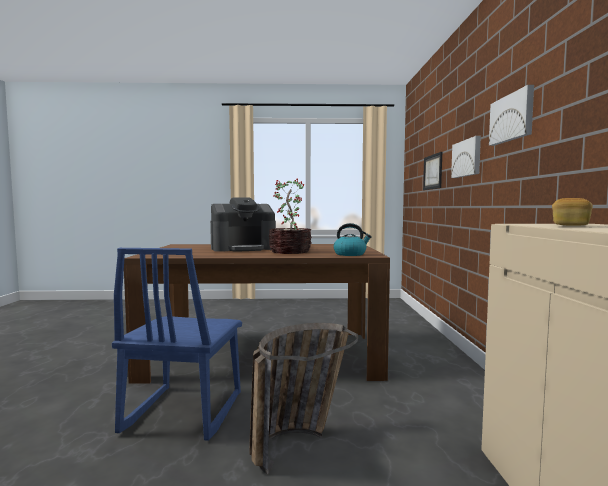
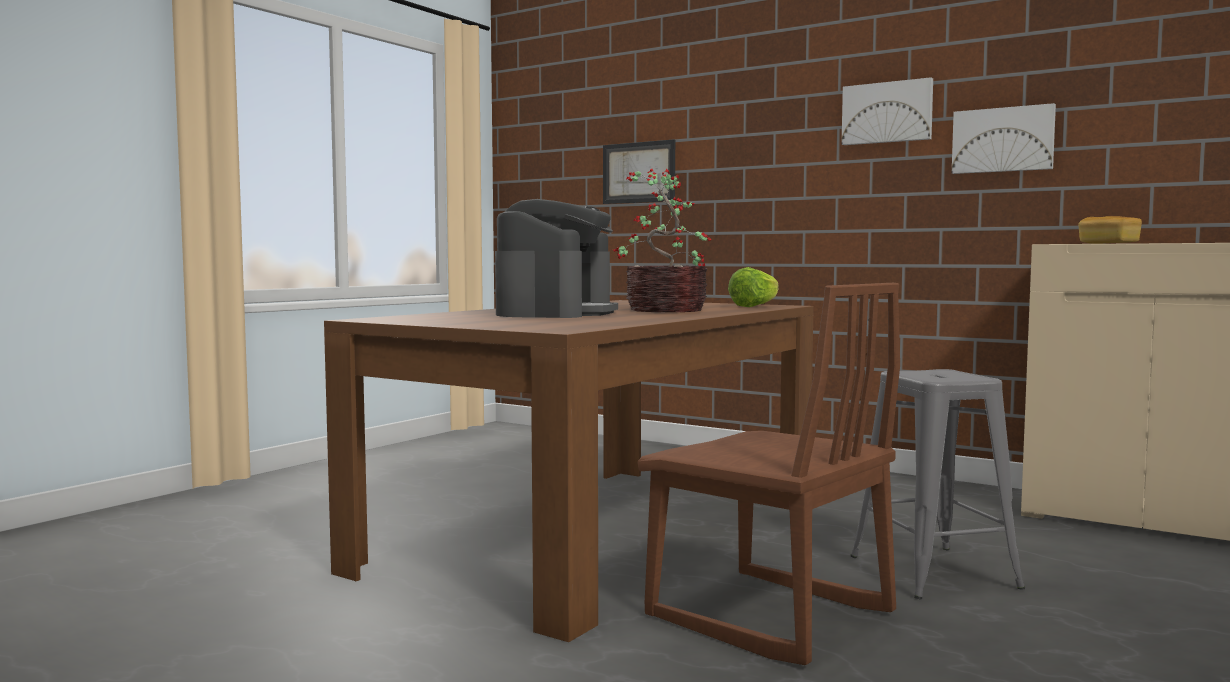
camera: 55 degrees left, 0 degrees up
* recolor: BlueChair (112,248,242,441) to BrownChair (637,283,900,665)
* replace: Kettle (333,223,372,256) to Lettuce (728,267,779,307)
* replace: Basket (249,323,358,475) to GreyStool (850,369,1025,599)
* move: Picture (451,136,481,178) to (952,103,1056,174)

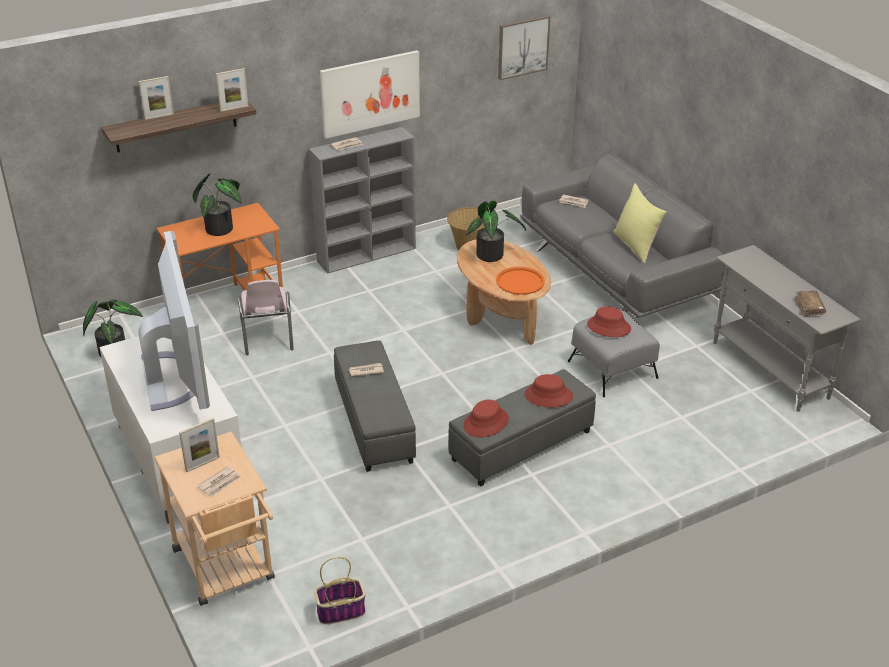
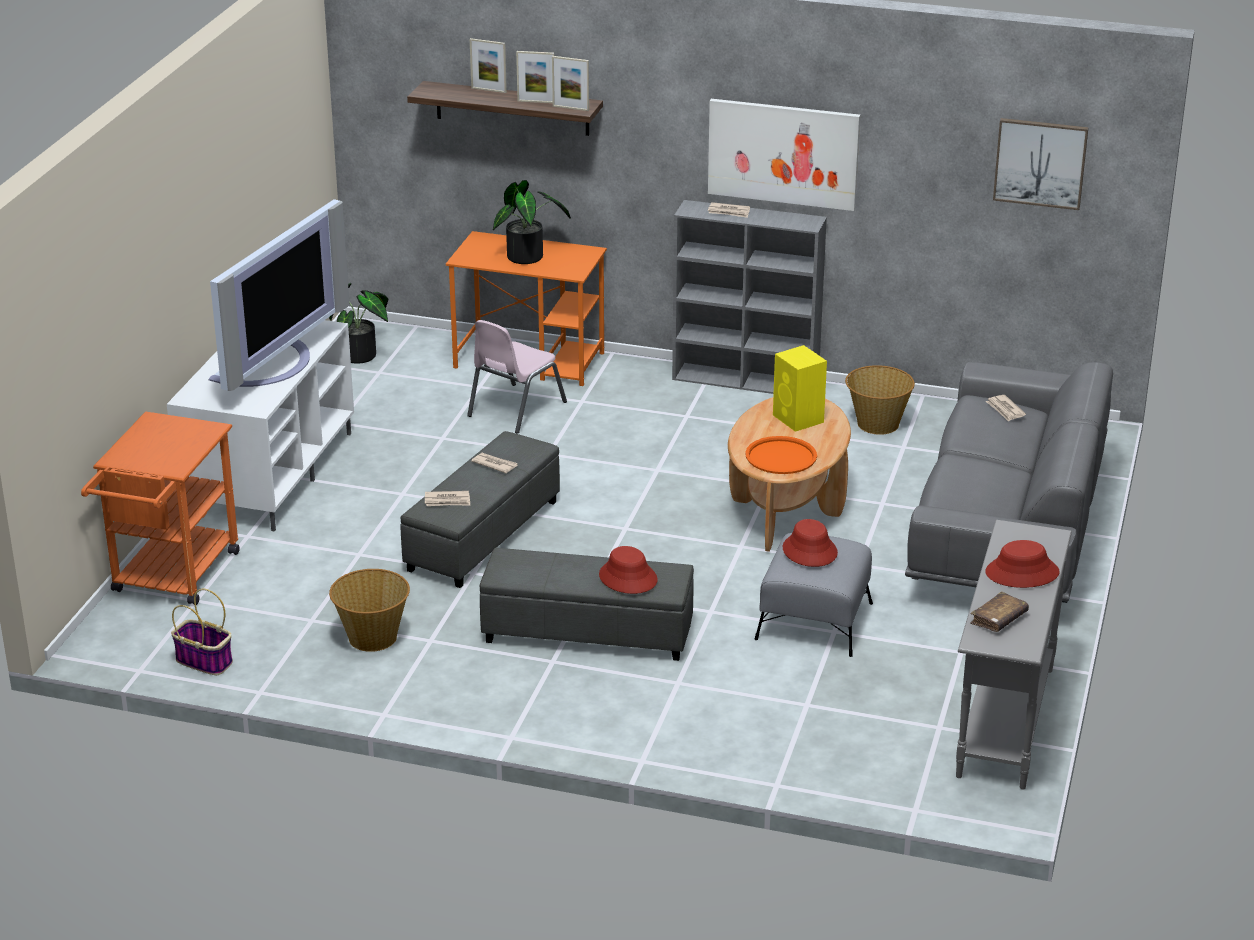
camera: 45 degrees right, 5 degrees down
* recolor: BeigeCart (154,432,275,606) to OrangeCart (81,411,240,605)
* insert: Basket (329,569,410,652)
* move: Newspaper (197,466,241,496) to (425,491,470,506)
* move: PictureFrame (179,418,220,472) to (516,51,554,103)
* replace: PottedPlant (466,200,526,262) to YellowSpeaker (773,345,827,432)
* move: RedHat (463,400,509,437) to (986,540,1059,588)
* delete: YellowPillow (613,183,667,263)

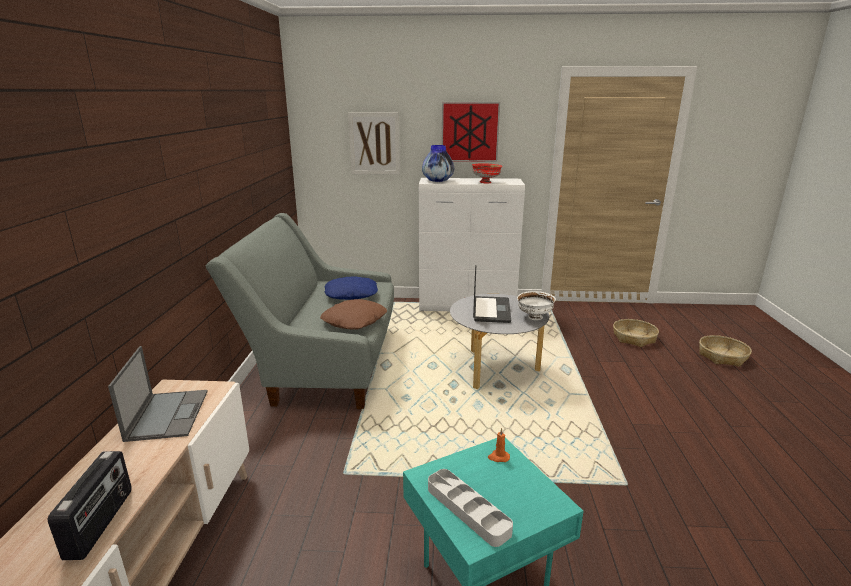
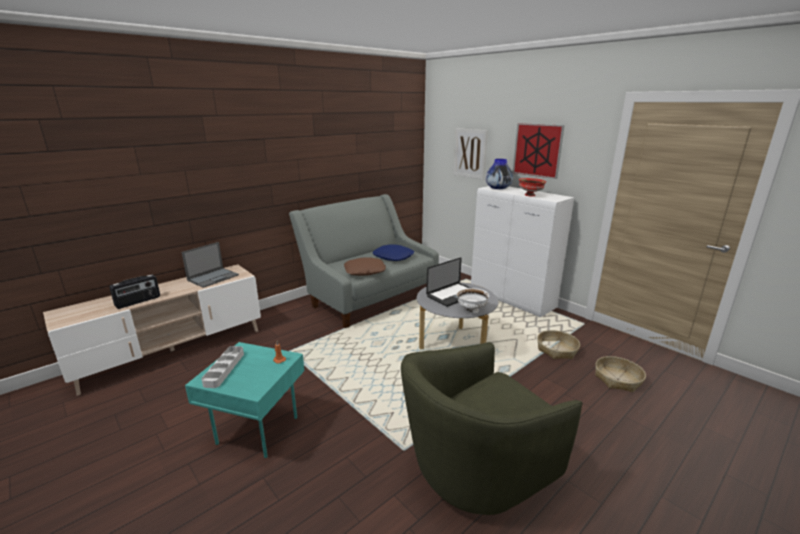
camera: 45 degrees right, 0 degrees up
* insert: GreenArmchair (401,342,582,515)
* move: Basket (699,335,752,367) to (537,330,580,359)

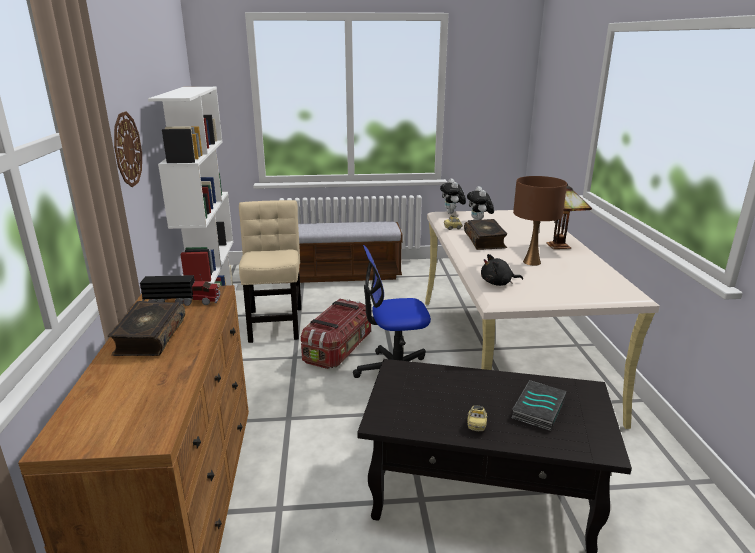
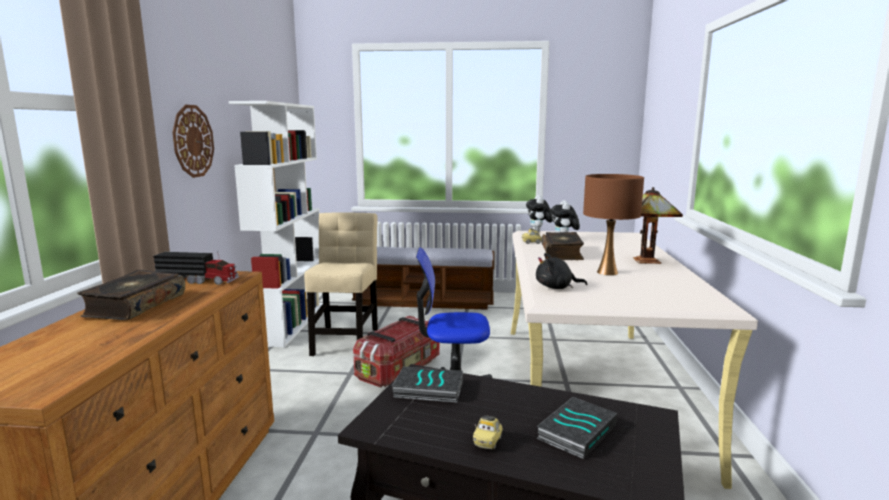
camera: 10 degrees right, 10 degrees down
* insert: Book (391,367,463,403)

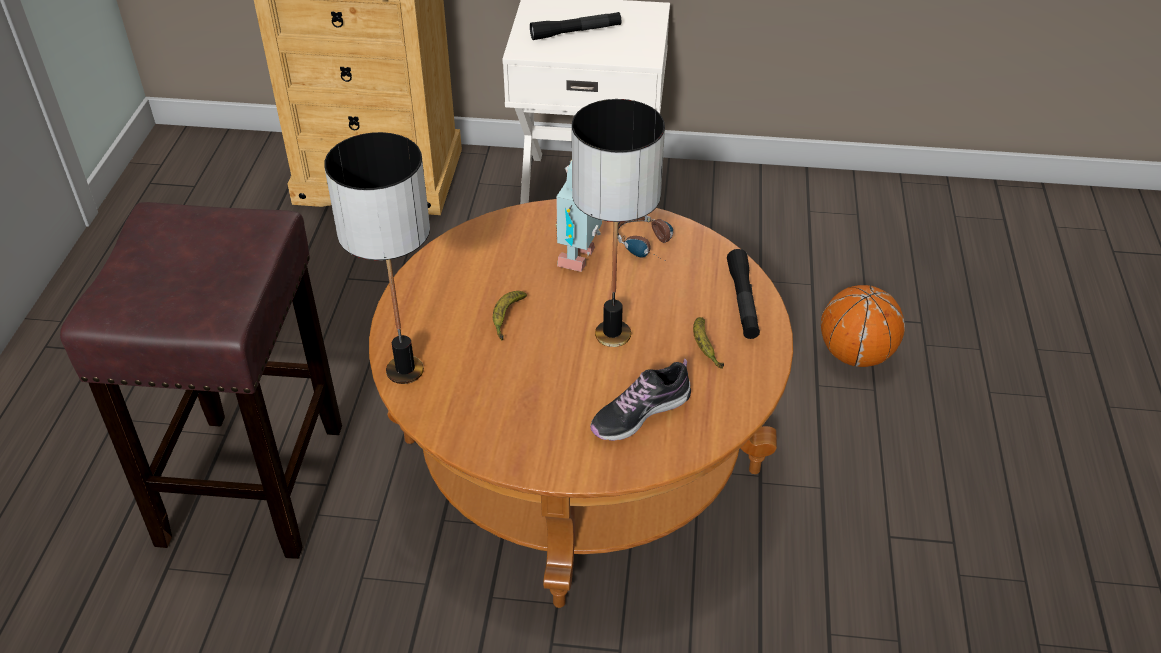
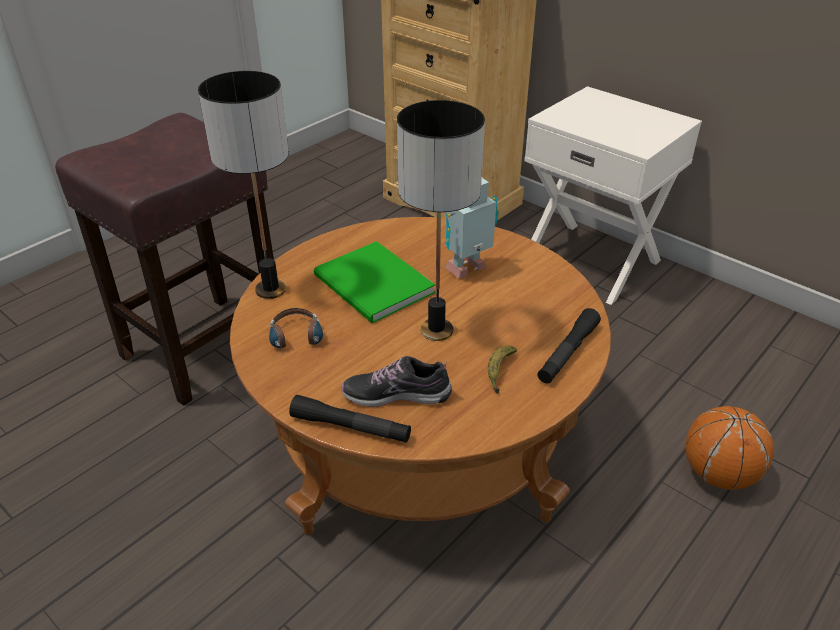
camera: 35 degrees right, 5 degrees down
* move: Headphones (618,215,673,260) to (269,308,323,359)
* move: BlackFlashlight (530,12,621,40) to (289,395,411,443)
* replace: Banana (493,291,527,341) to GreenBook (314,241,435,323)

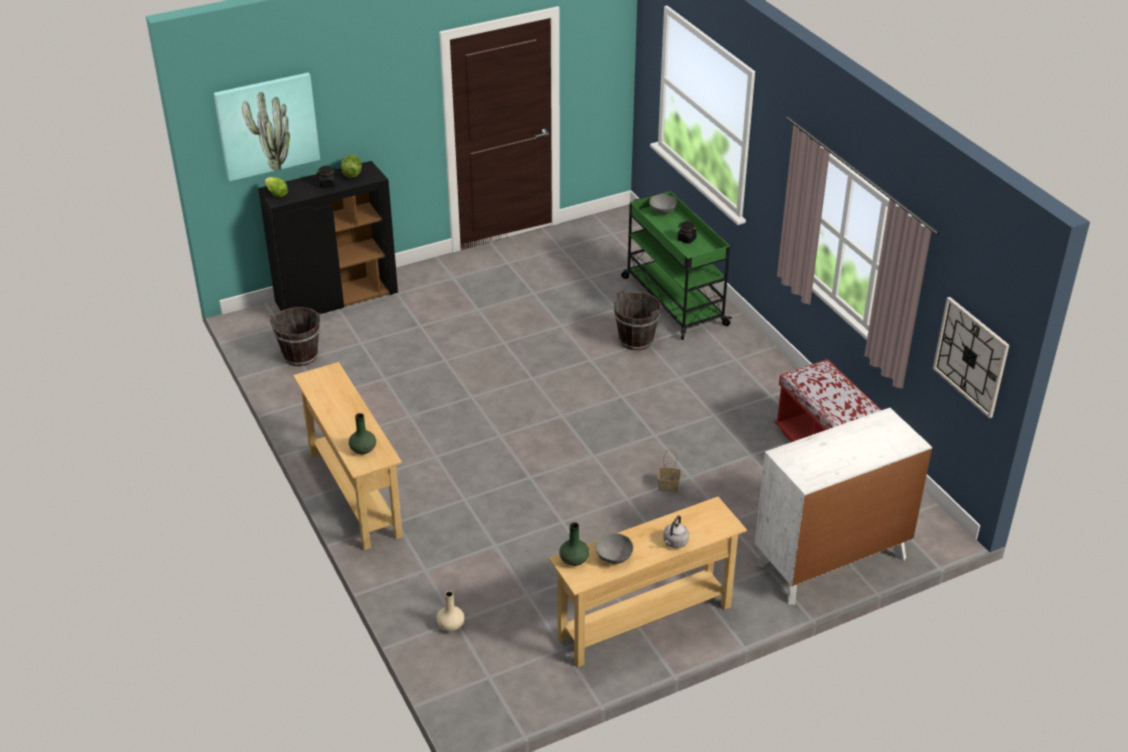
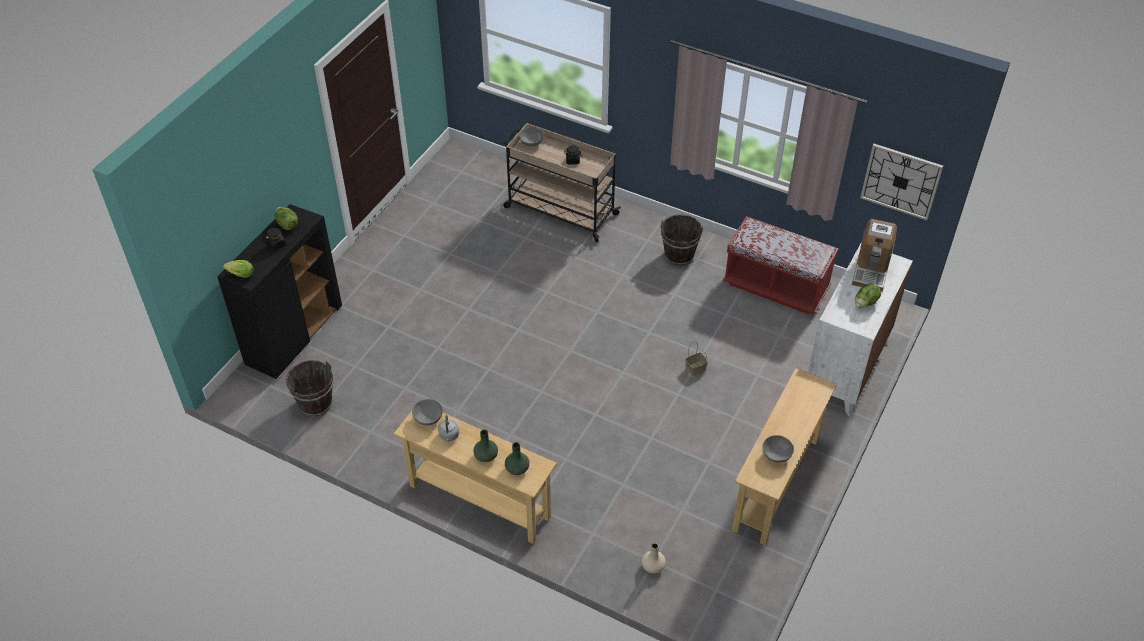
camera: 35 degrees left, 10 degrees up
* insert: GreyBowl (412,399,443,426)
* move: GreyKettle (663,515,689,548) to (438,415,460,441)
* move: GreenVase (559,522,589,566) to (473,430,498,462)
* recolor: GreenCart (621,191,732,340) to BeigeCart (503,123,621,242)
* move: BrownBucket (614,289,661,350) to (660,215,703,266)
* insert: CoffeeMachine (852,219,897,292)
* insert: Lettuce (855,283,881,307)
* delete: Picture (214,73,320,182)

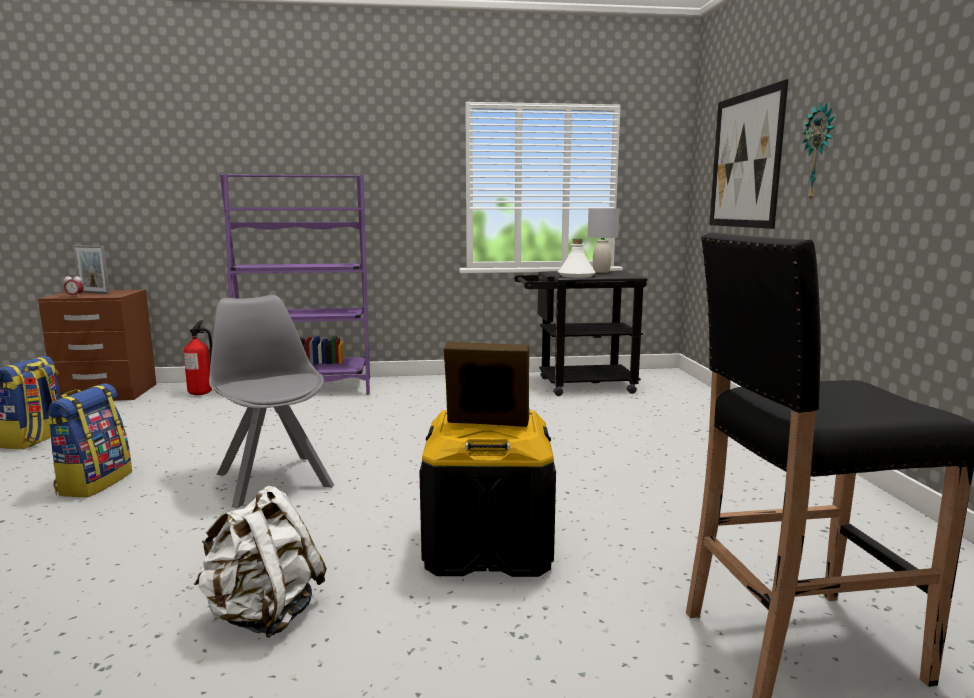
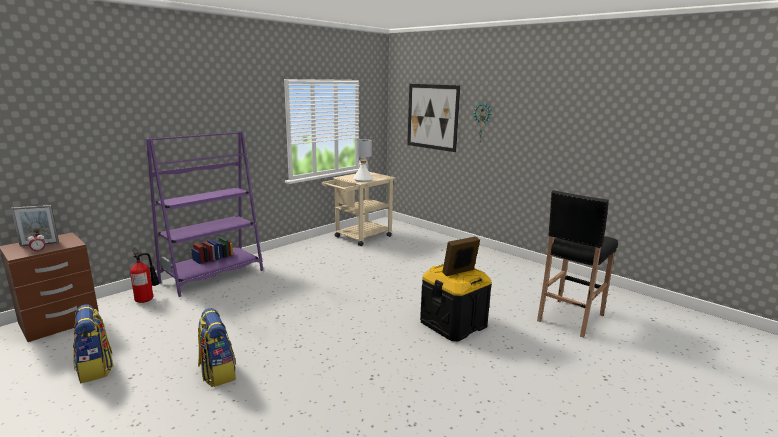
camera: 40 degrees left, 5 degrees up
* recolor: BlackCart (514,271,647,396) to BeigeCart (322,172,395,246)
* delete: WhiteBackpack (194,486,327,638)
* delete: GreyChair (209,295,334,508)

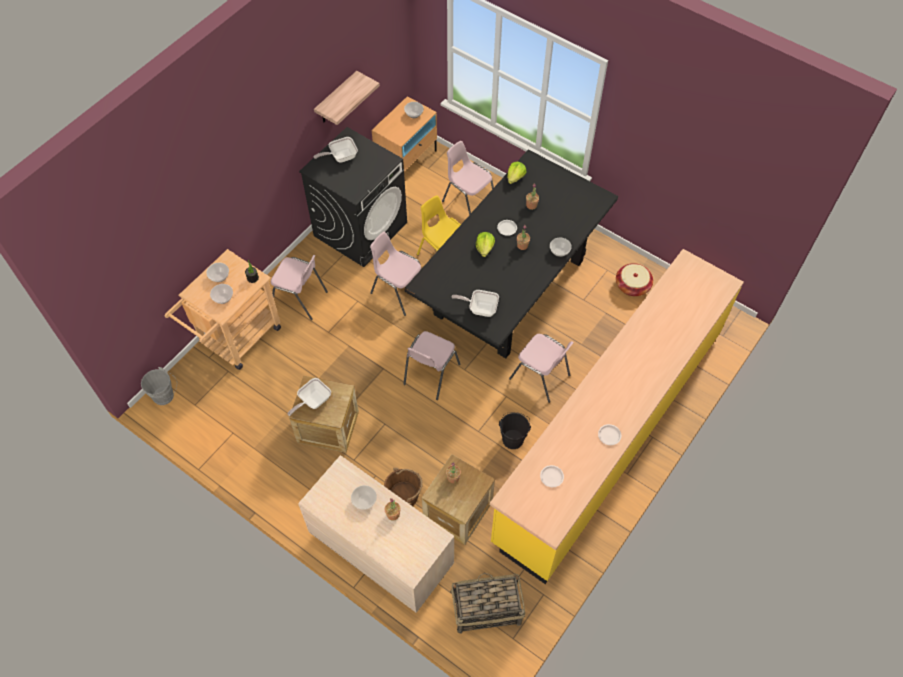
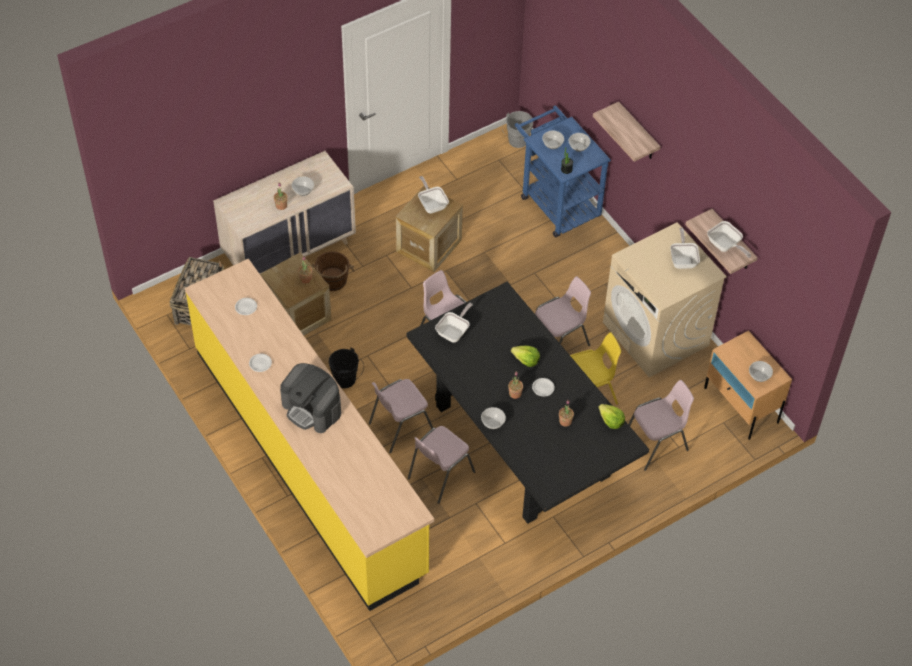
camera: 110 degrees right, 5 degrees down
* insert: CoffeeMachine (280,363,341,433)
* move: PinkChair (271,255,328,320) to (408,426,475,504)
* recolor: BeigeCart (165,249,281,370) to BlueCart (515,105,611,237)
* insert: Shelf (593,102,660,162)
* recolor: BlackWashingMachine (299,127,407,267) to BeigeWashingMachine (603,222,727,377)
* insert: FryingPan (707,221,751,258)
* delete: Basket (616,263,653,296)

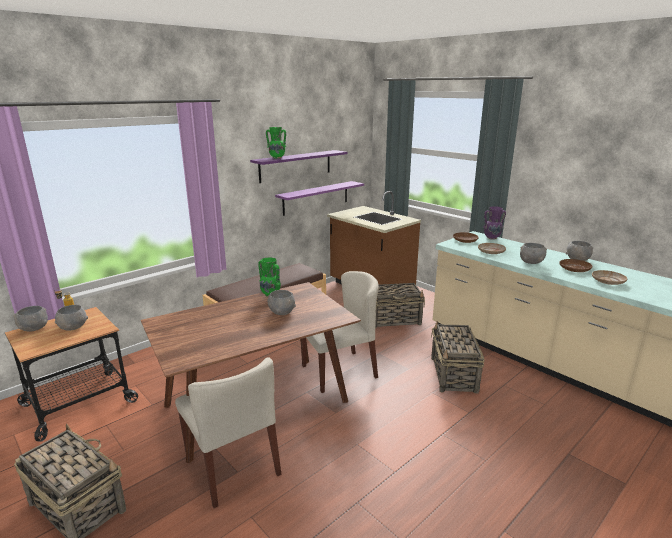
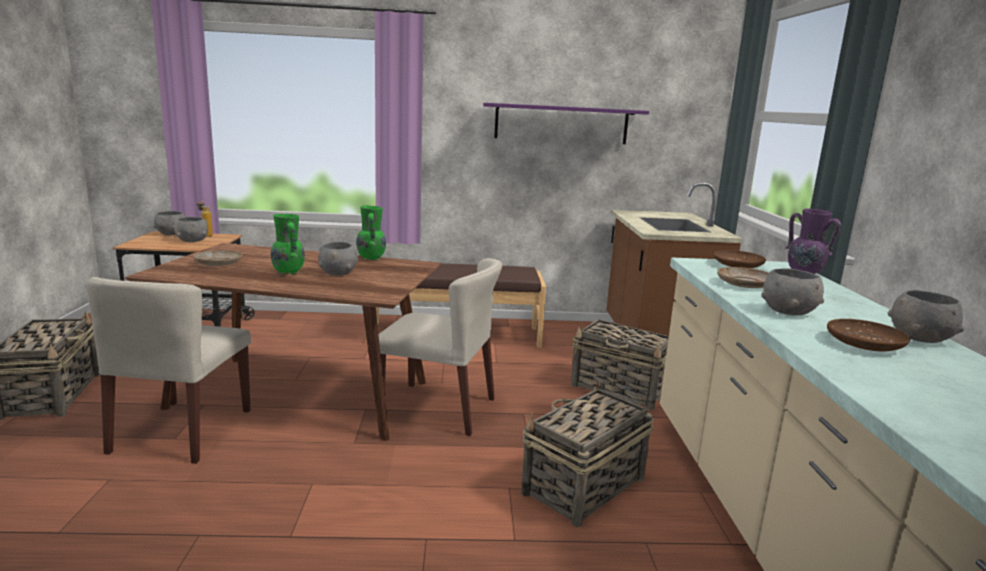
camera: 40 degrees right, 5 degrees down
* move: BeigePlate (592,270,627,285) to (194,250,243,266)
* move: GreenVase (266,127,286,159) to (271,214,305,275)
* delete: PurpleShelf (275,181,364,216)

